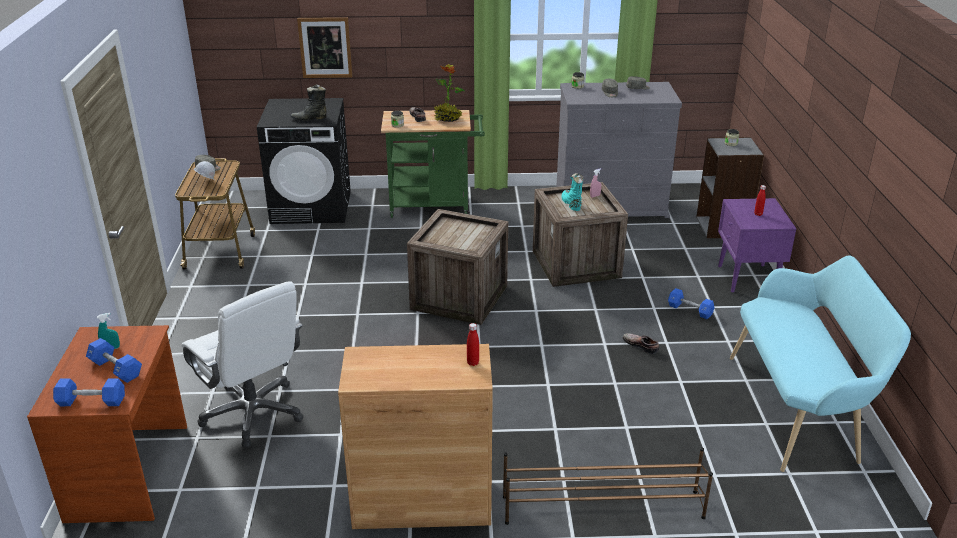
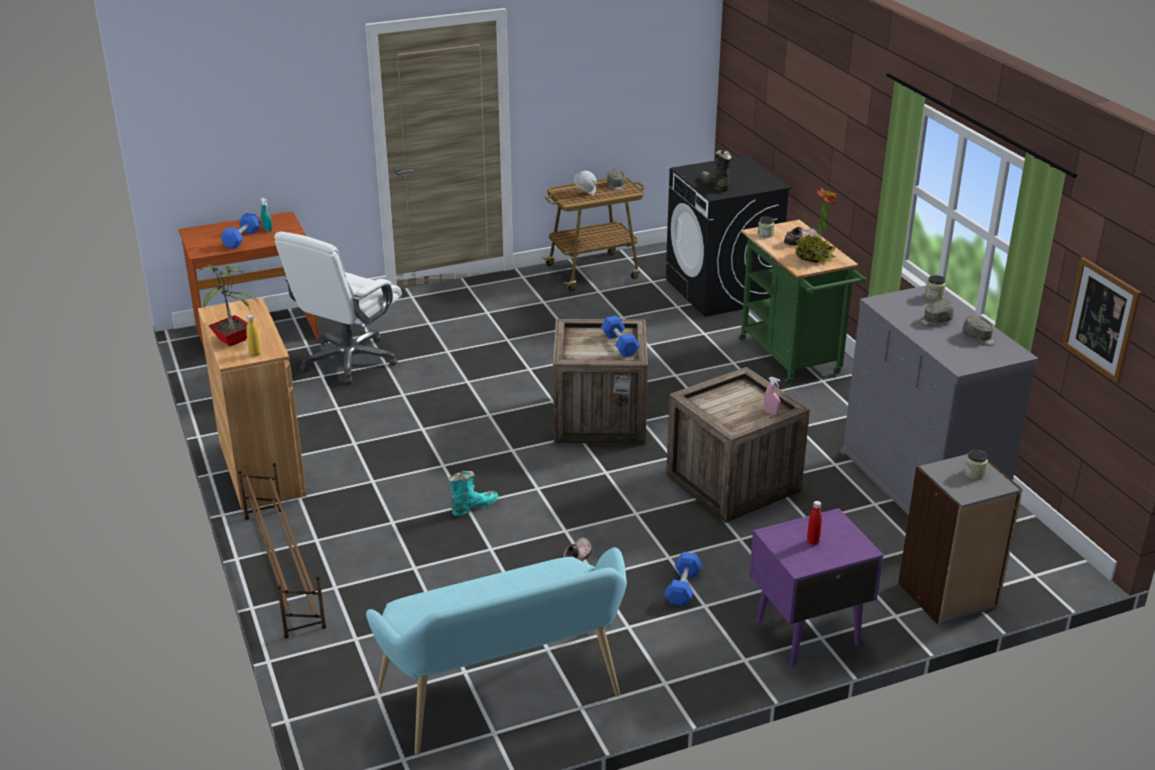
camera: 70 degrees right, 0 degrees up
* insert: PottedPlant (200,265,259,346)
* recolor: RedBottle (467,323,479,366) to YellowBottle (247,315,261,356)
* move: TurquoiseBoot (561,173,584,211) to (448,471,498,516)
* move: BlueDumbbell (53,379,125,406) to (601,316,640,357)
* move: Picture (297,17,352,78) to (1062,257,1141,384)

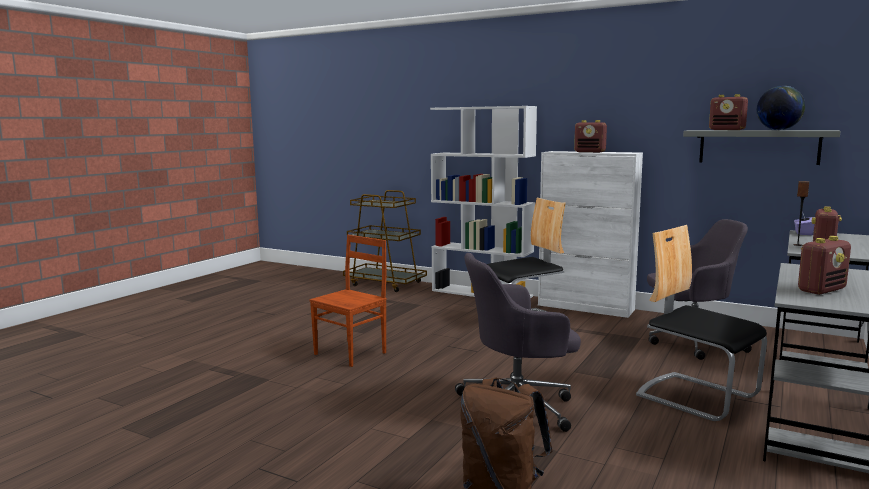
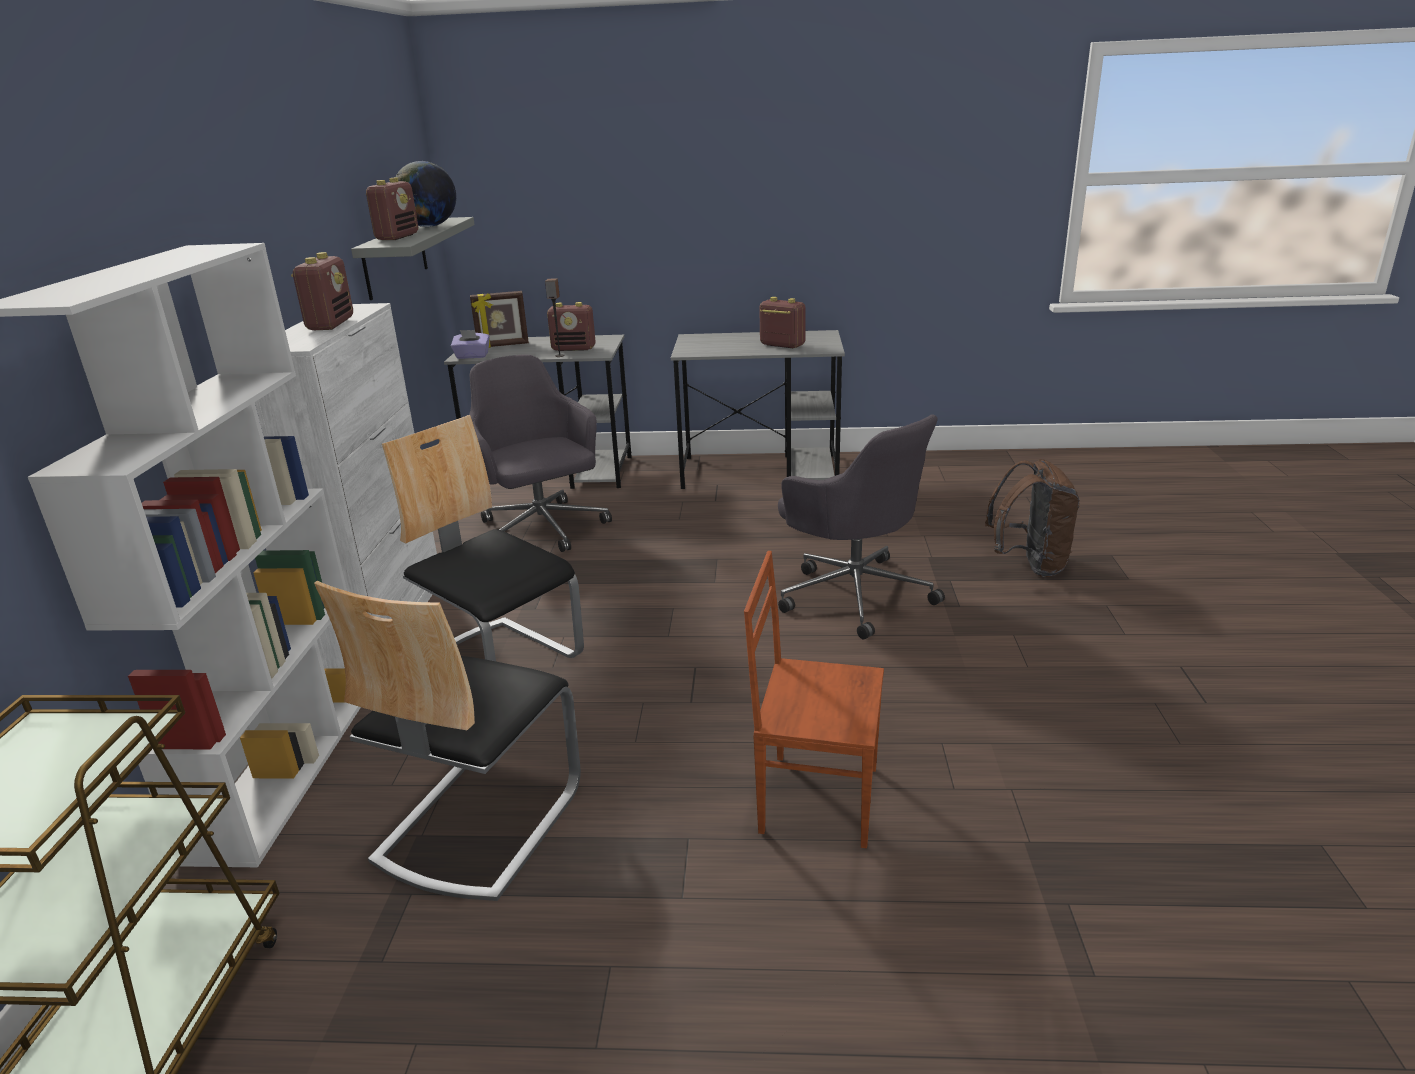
camera: 115 degrees left, 15 degrees up
* move: Chair (636,225,767,421) to (314,581,581,901)
* insert: PictureFrame (470,291,529,348)

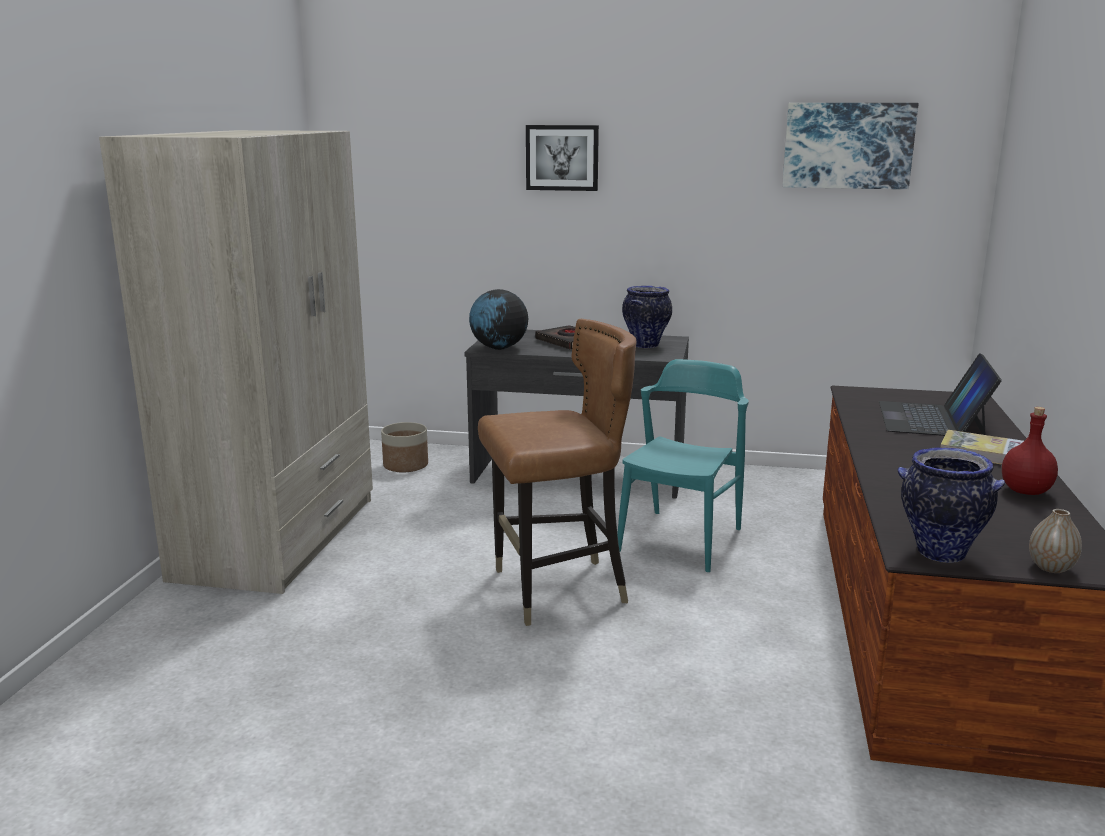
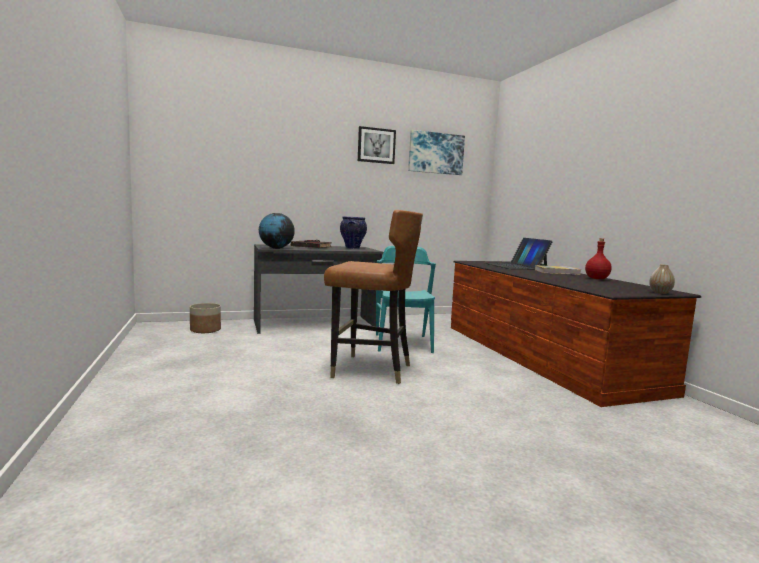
camera: 30 degrees left, 10 degrees down
* rotate: BrownChair (478,319,637,626) = (324,210,423,384) 60 degrees clockwise
* move: Picture (526,125,599,191) to (358,126,396,164)
* delete: BeigeWardrobe (99,130,373,594)
* delete: Vase (898,448,1005,563)

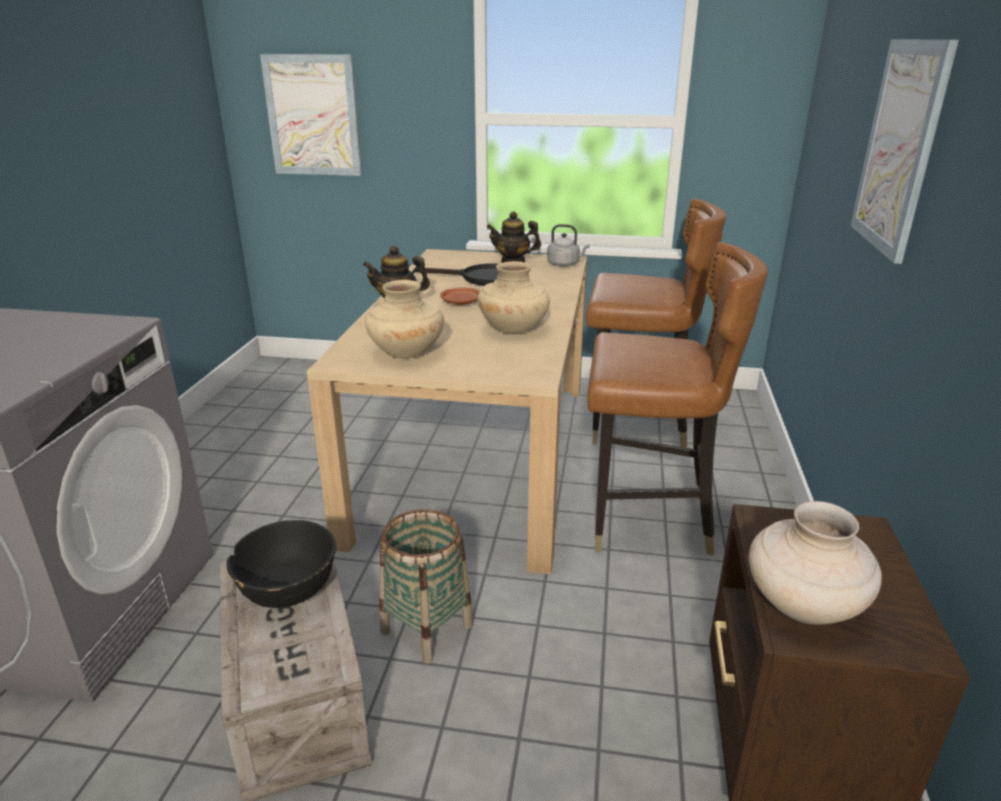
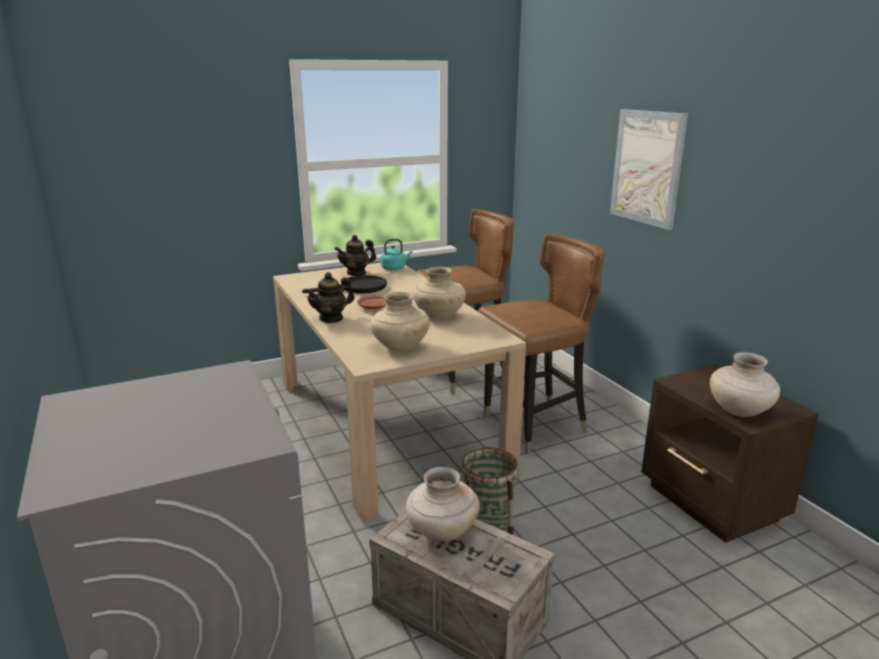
camera: 35 degrees left, 5 degrees down
* recolor: GreyKettle (547,224,590,267) to TurquoiseKettle (381,239,412,270)
* replace: BlackBowl (227,520,336,608) to BeigeVase (406,467,480,542)
* delete: Picture (260,54,362,176)

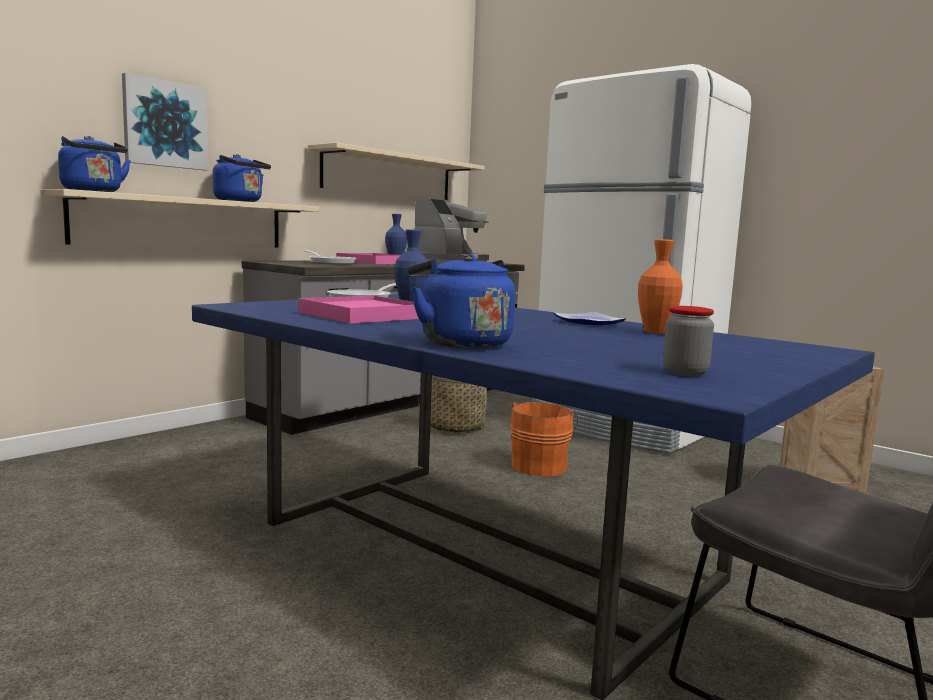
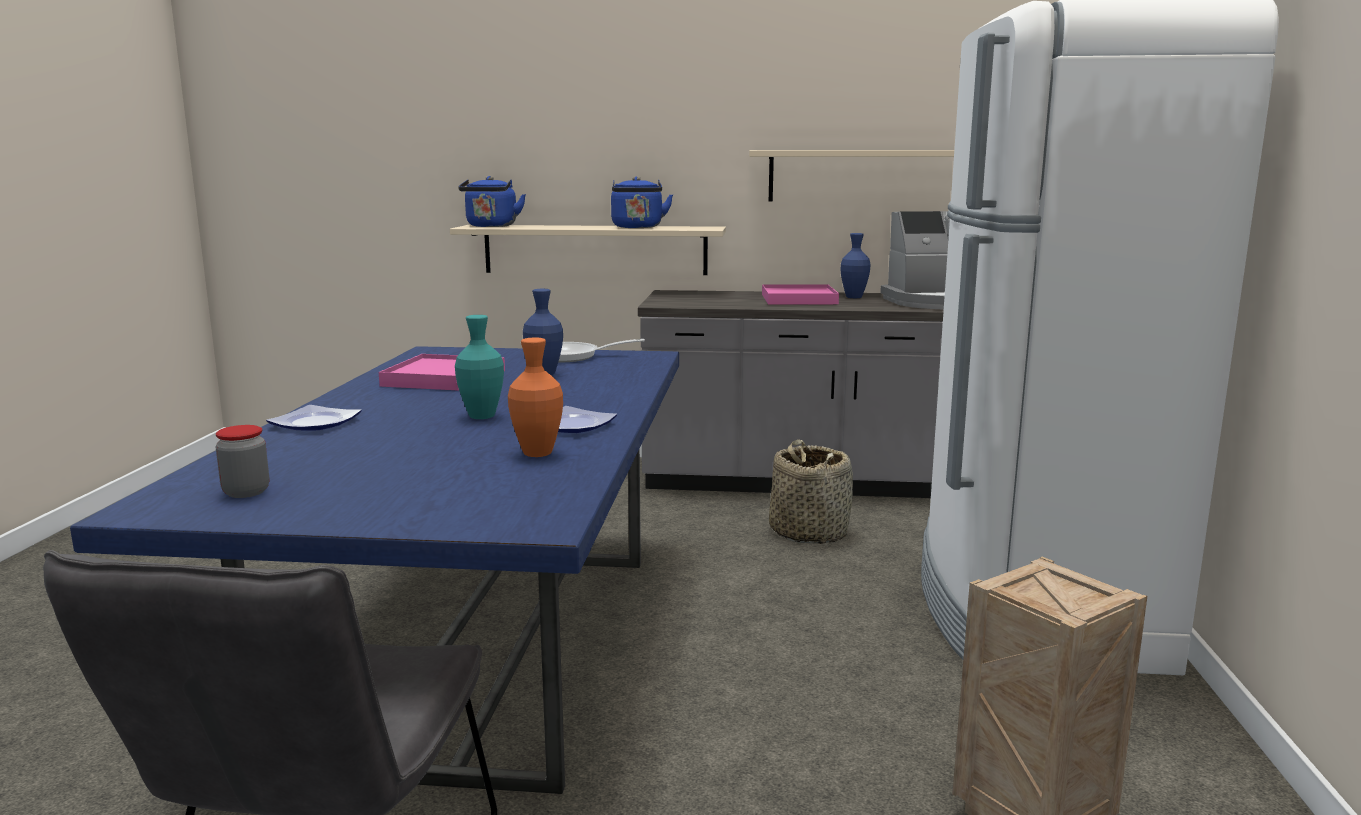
camera: 55 degrees right, 5 degrees up
* replace: BlueKettle (408,254,515,348) to Plate (266,405,362,431)
* insert: TurquoiseVase (455,315,504,419)
* delete: Picture (122,73,208,170)
* delete: FryingPan (303,250,357,265)
* delete: OrangeBucket (510,402,578,476)

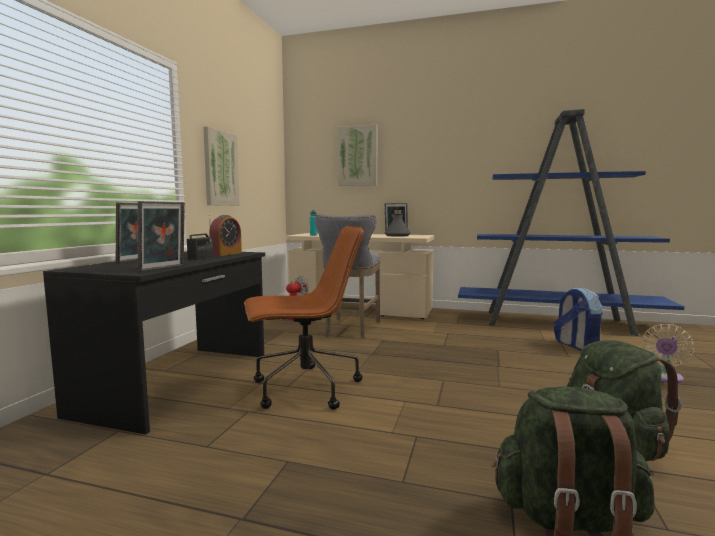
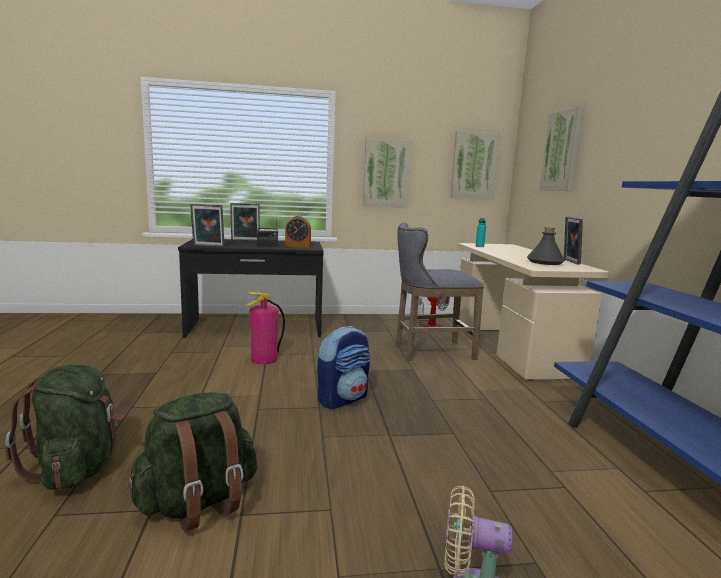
camera: 65 degrees right, 5 degrees up
* replace: BrownOfficeChair (244,226,364,410) to FireExtinguisher (246,292,285,364)
* move: Backpack (553,287,603,351) to (317,326,370,409)
* insert: Picture (450,131,500,200)

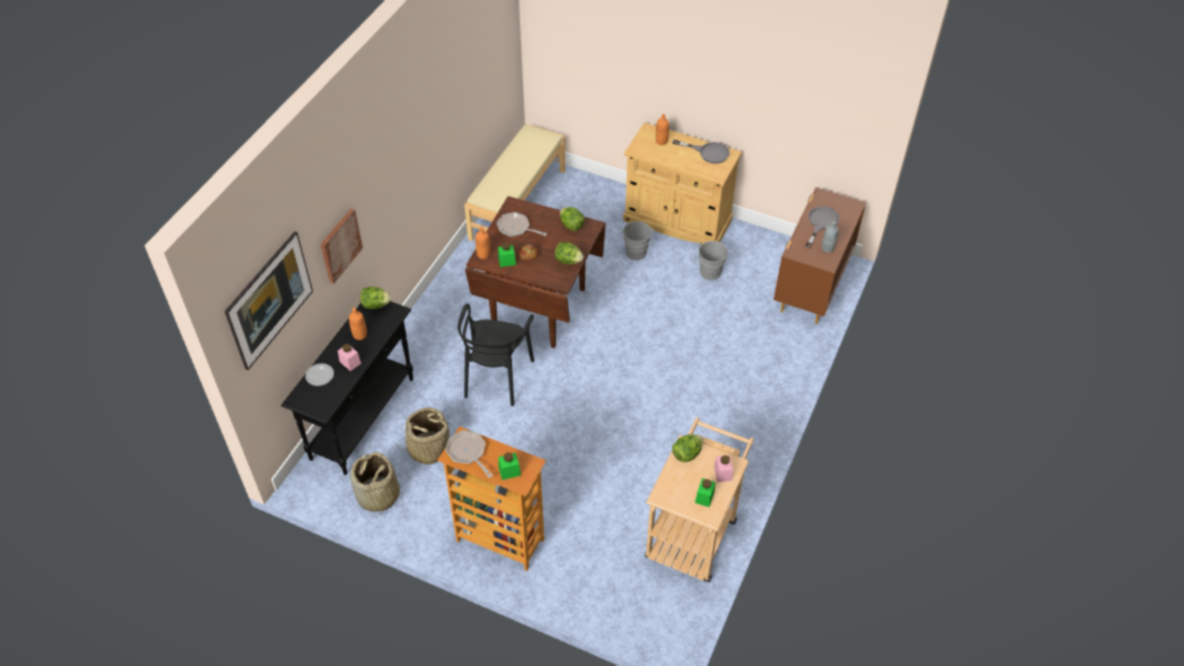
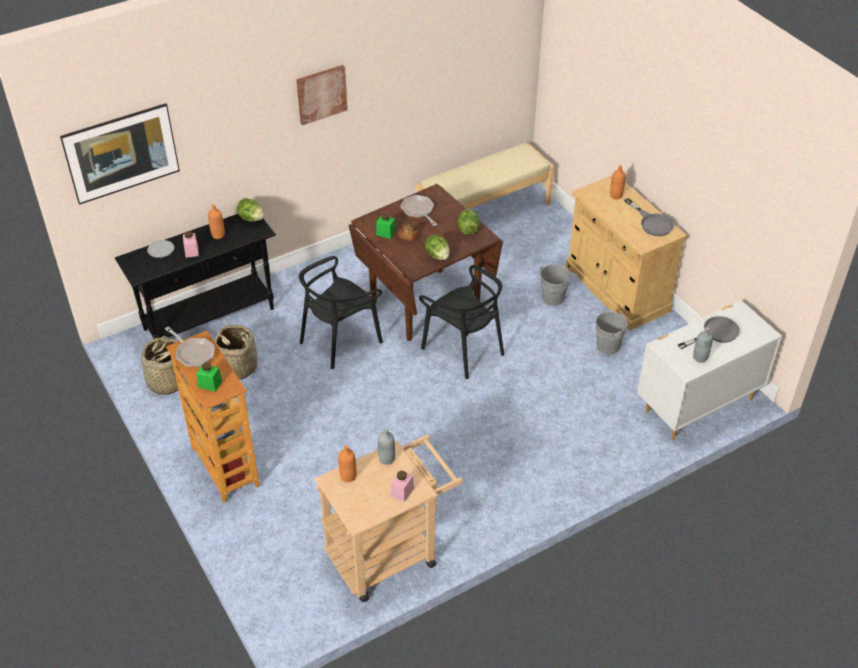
camera: 35 degrees right, 5 degrees down
* rotate: FryingPan (445,430,493,478) = (165,326,215,367) 135 degrees clockwise
* move: Picture (320,208,363,284) to (296,65,348,125)
* move: OrangeBottle (475,227,490,259) to (338,445,356,482)
* replace: Lettuce (672,434,703,462) to GreyBottle (378,428,395,465)
* insert: BlackChair (419,265,504,379)
* recolor: BrownDresser (773,187,866,324) to WhiteDresser (637,300,782,440)
* delete: GreenJar (695,478,715,507)

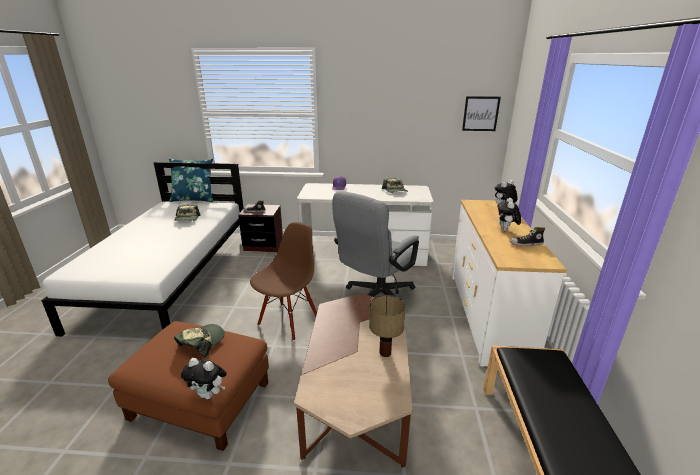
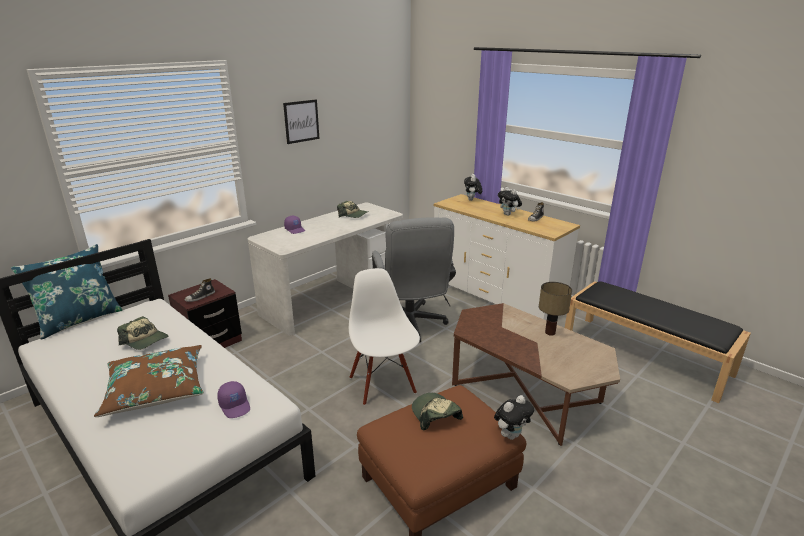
camera: 50 degrees left, 0 degrees up
* insert: BrownPillow (94,345,204,417)
* insert: PurpleCap (217,381,250,418)
* move: Picture (462,96,501,131) to (283,100,319,144)
* recolor: BrownChair (250,222,317,341) to WhiteChair (349,268,420,405)

